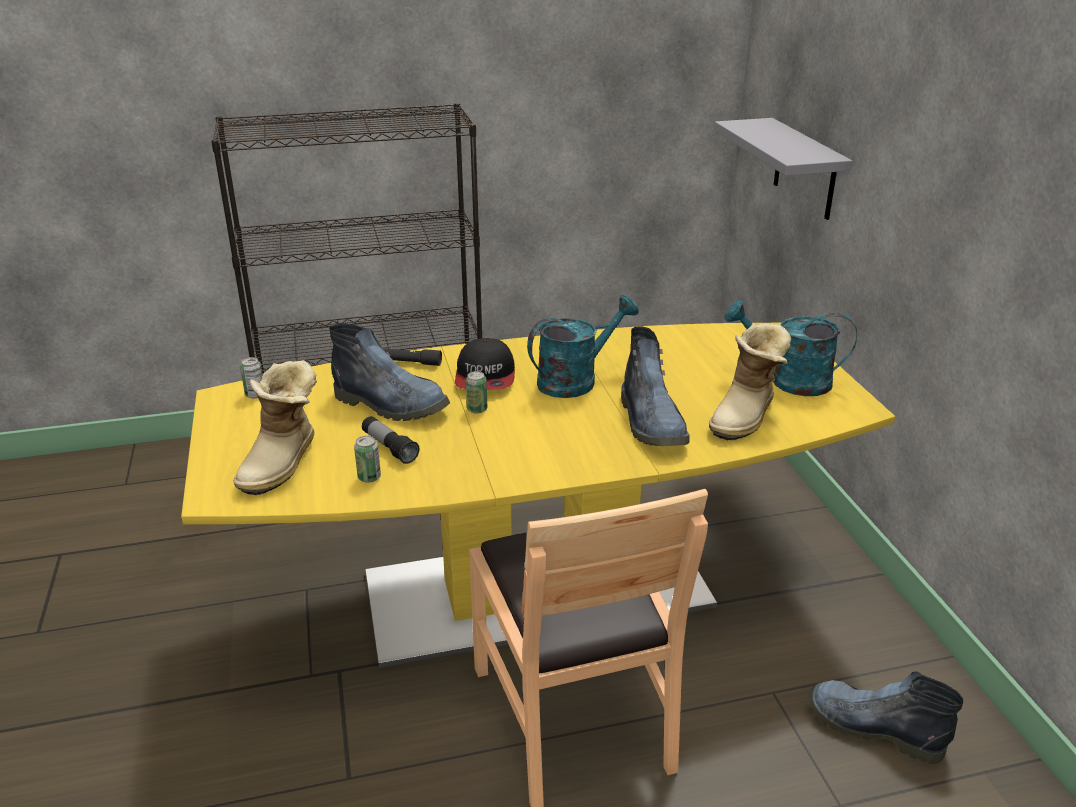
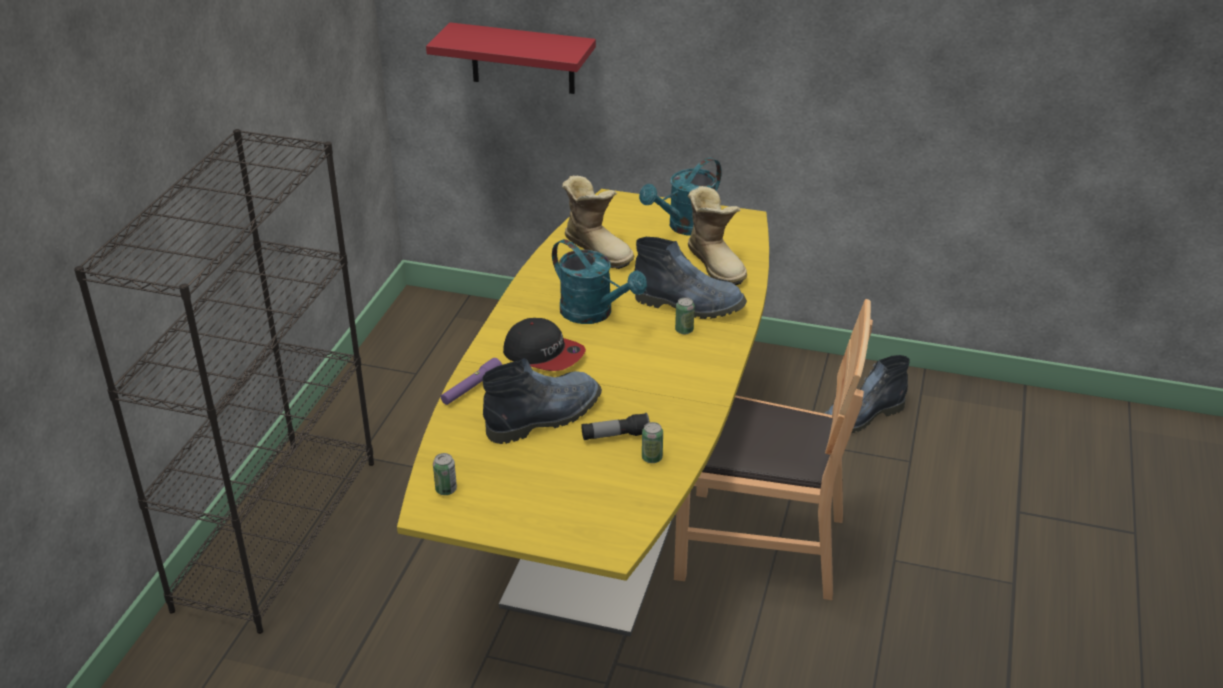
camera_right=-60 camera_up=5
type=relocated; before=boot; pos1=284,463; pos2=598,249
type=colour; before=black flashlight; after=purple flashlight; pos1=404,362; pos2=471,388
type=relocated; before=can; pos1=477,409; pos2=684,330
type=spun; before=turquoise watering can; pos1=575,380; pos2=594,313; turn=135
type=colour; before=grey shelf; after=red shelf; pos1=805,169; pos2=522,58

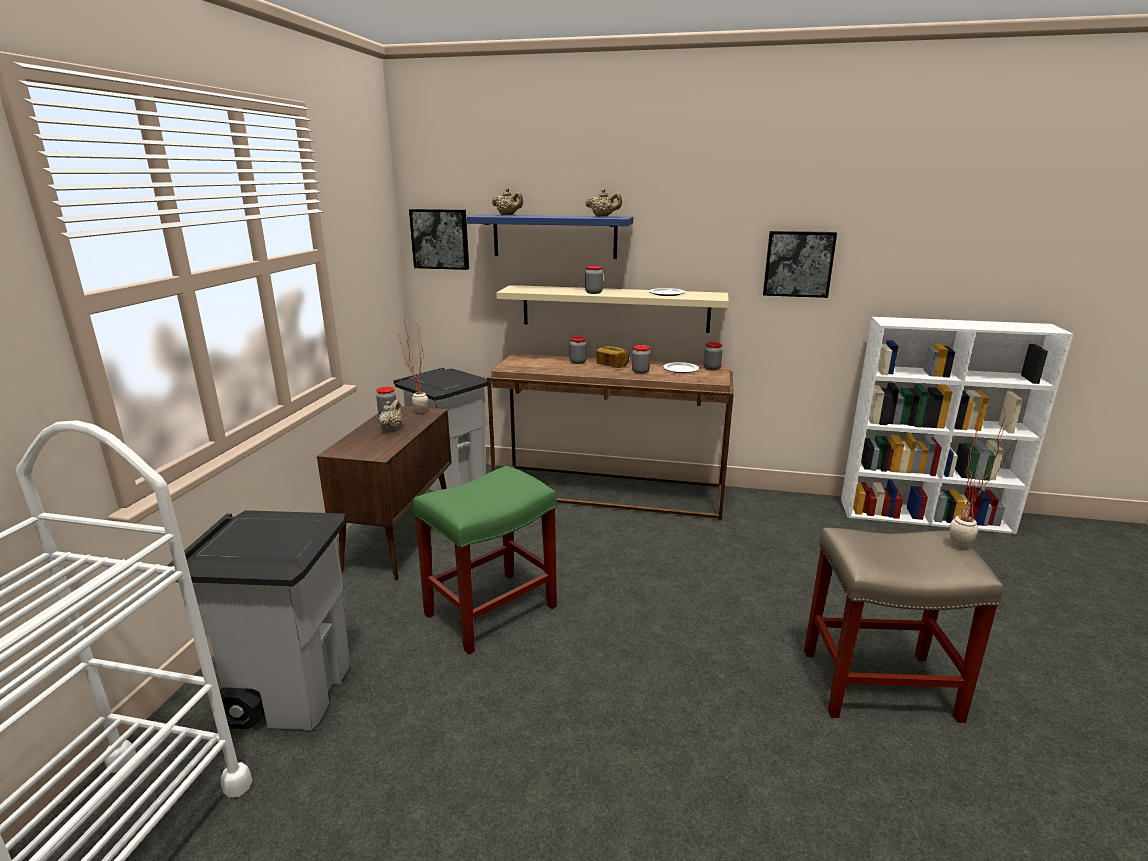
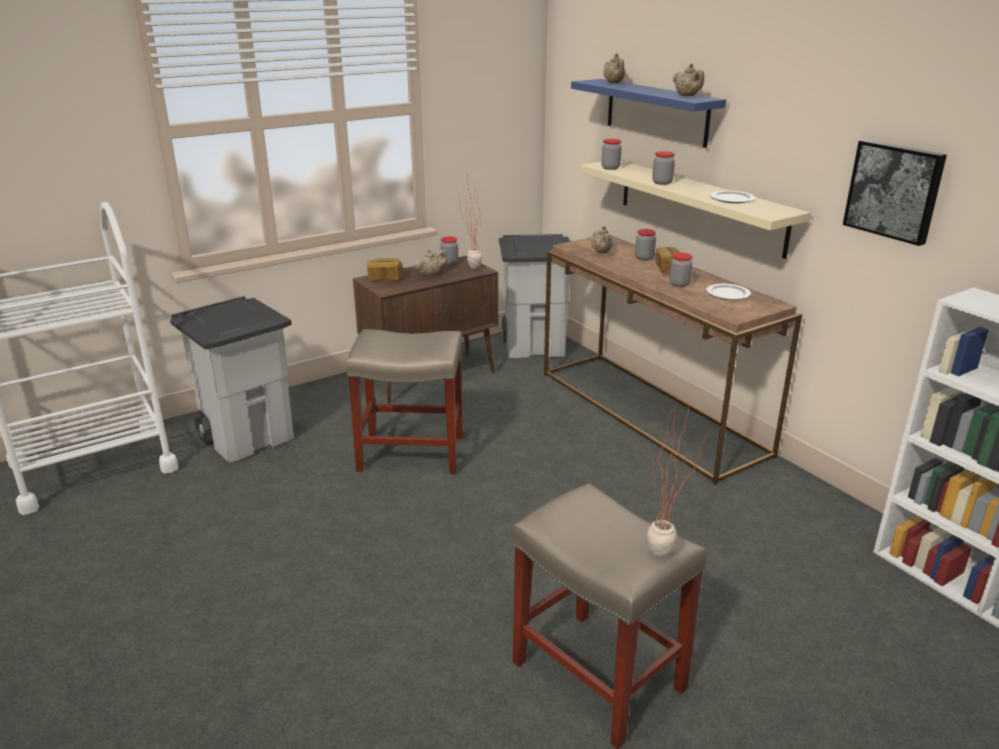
camera_right=45 camera_up=5
type=missing; before=picture; pos1=440,239
type=colour; before=green stool; after=beige stool; pos1=492,609; pos2=413,453
type=relocated; before=jar; pos1=712,368; pos2=610,168
type=appeared; after=bread; pos2=385,278
type=appeared; after=beige teapot; pos2=601,252

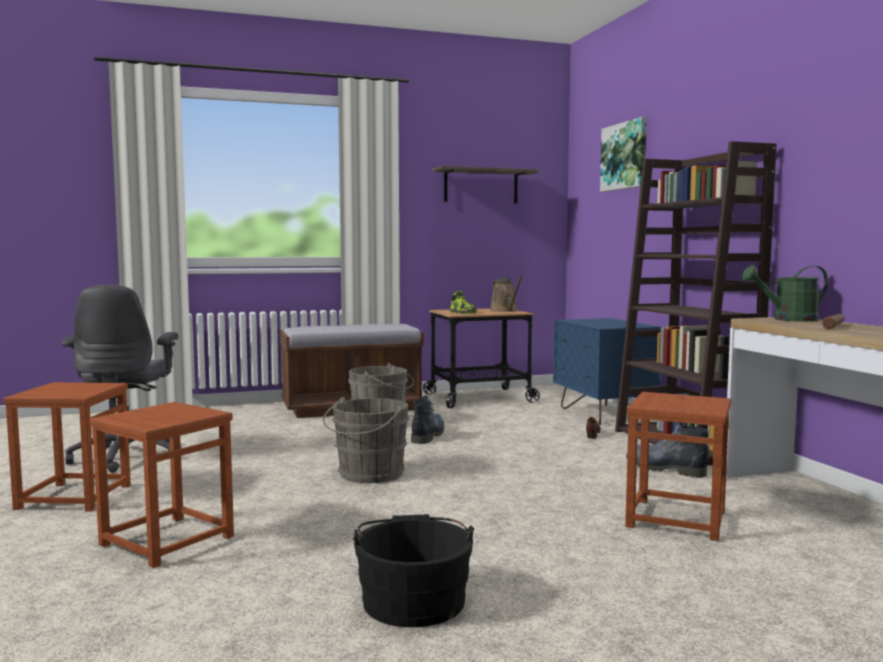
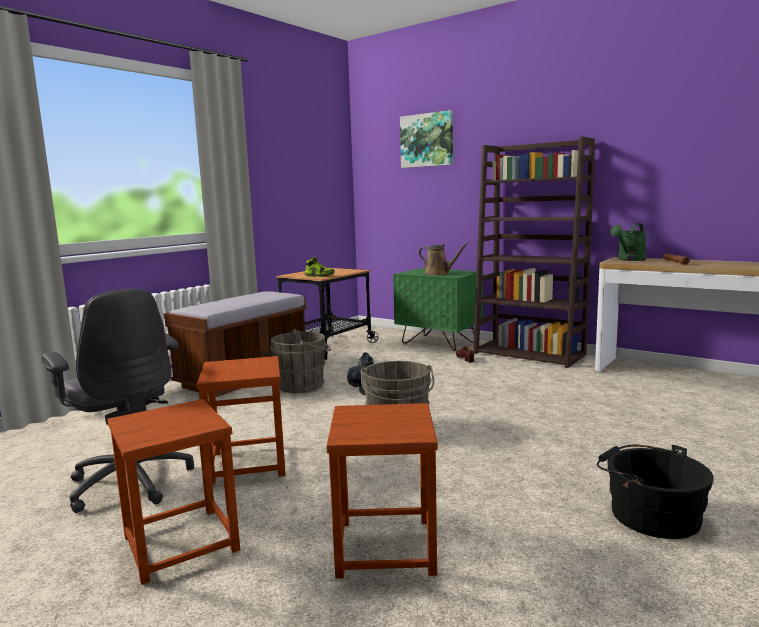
camera_right=-35 camera_up=5
type=missing; before=shelf; pos1=481,186
type=relocated; before=brown watering can; pos1=505,310; pos2=439,274
type=colour; before=blue nightstand; after=green nightstand; pos1=603,414; pos2=439,343
type=relocated; before=brown stool; pos1=676,518; pos2=248,463
type=missing; before=boot; pos1=664,469

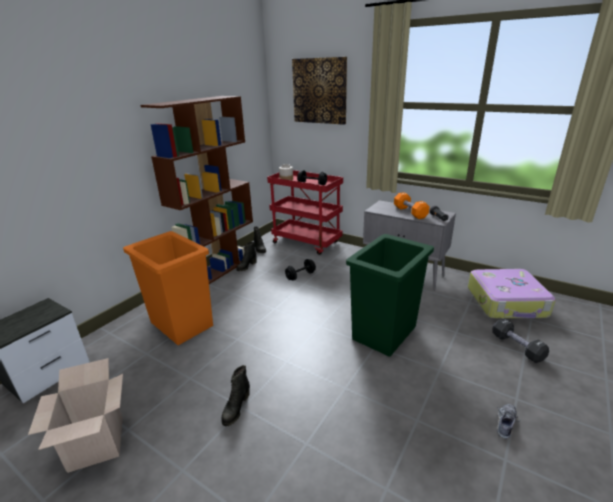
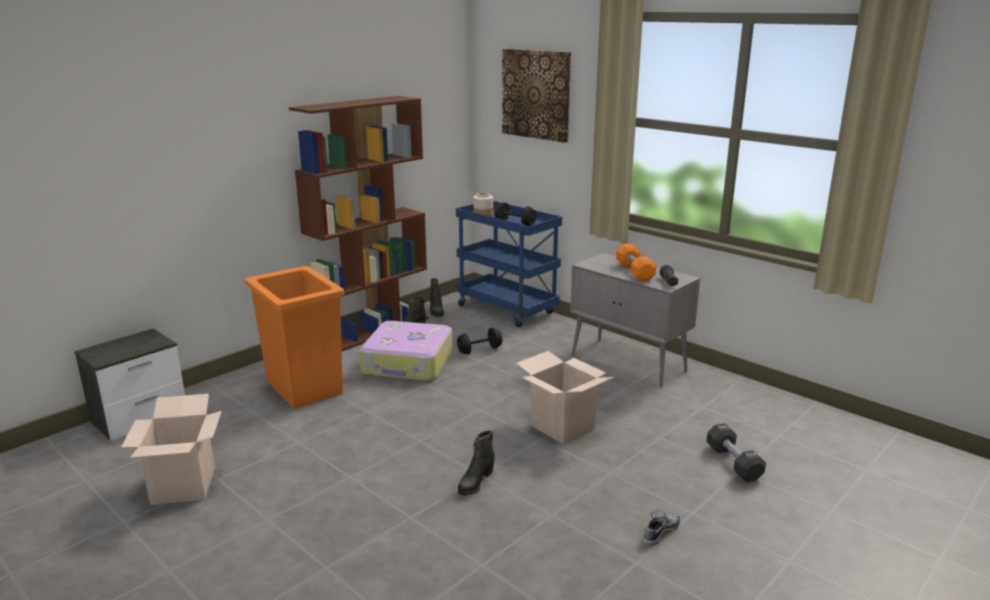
camera_right=10 camera_up=-5
type=relocated; before=black boot; pos1=236,409; pos2=475,483
type=colour; before=red cart; after=blue cart; pos1=307,243; pos2=508,310
type=exchanged; before=green trash can; after=cardboard box; pos1=385,333; pos2=562,427
type=relocated; before=suitcase; pos1=507,302; pos2=408,363

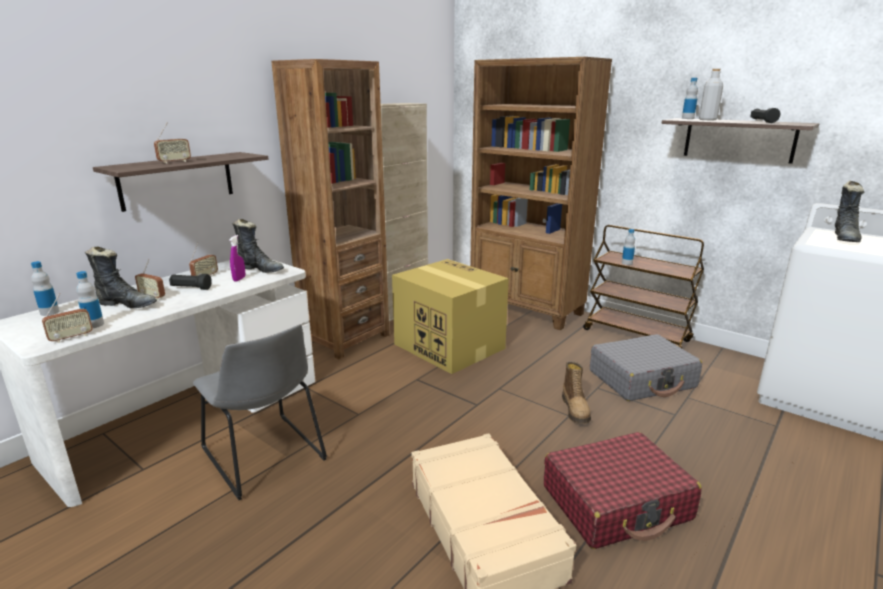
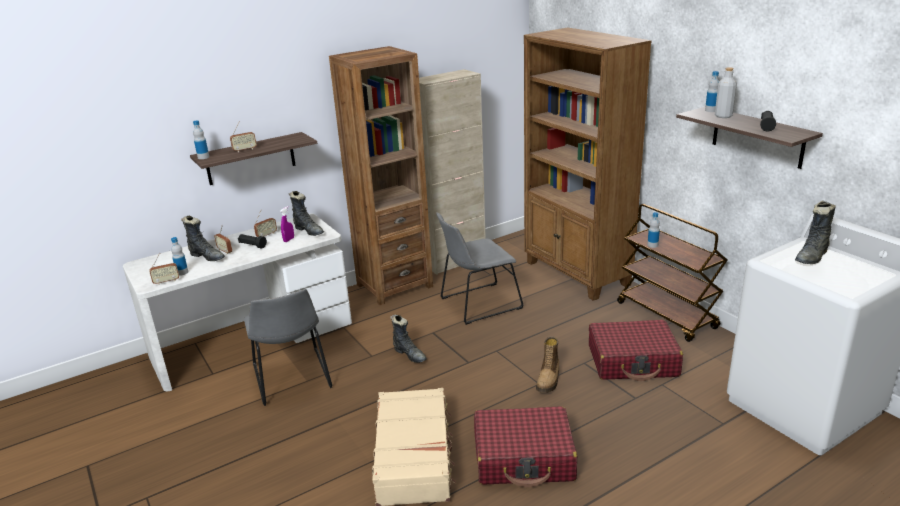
camera_right=20 camera_up=5
type=relocated; before=bottle; pos1=49,312; pos2=203,157
type=exchanged; before=cardboard box; after=grey chair; pos1=448,346; pos2=477,304
type=colour; before=grey suitcase; after=red suitcase; pos1=642,379; pos2=633,361
type=appeared; after=black boot; pos2=409,355

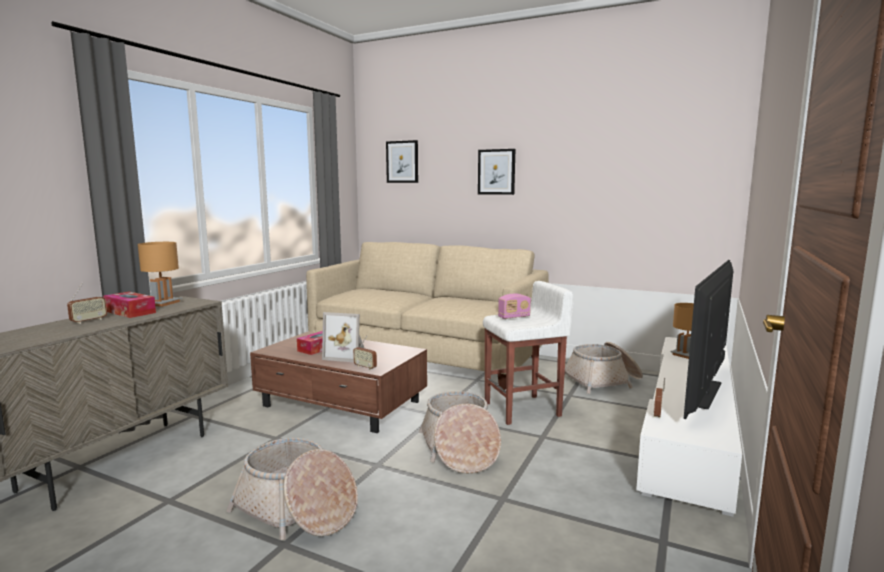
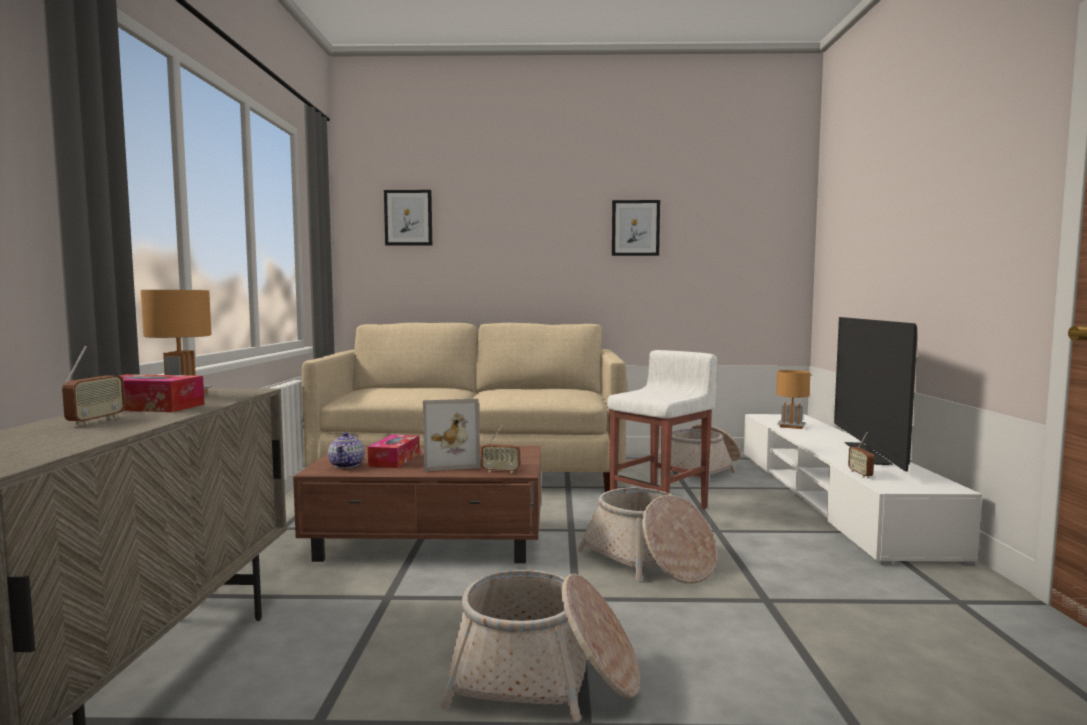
camera_right=-25 camera_up=-5
type=relocated; before=picture; pos1=496,172; pos2=635,228
type=missing; before=radio; pos1=514,317
type=appeared; after=teapot; pos2=347,465

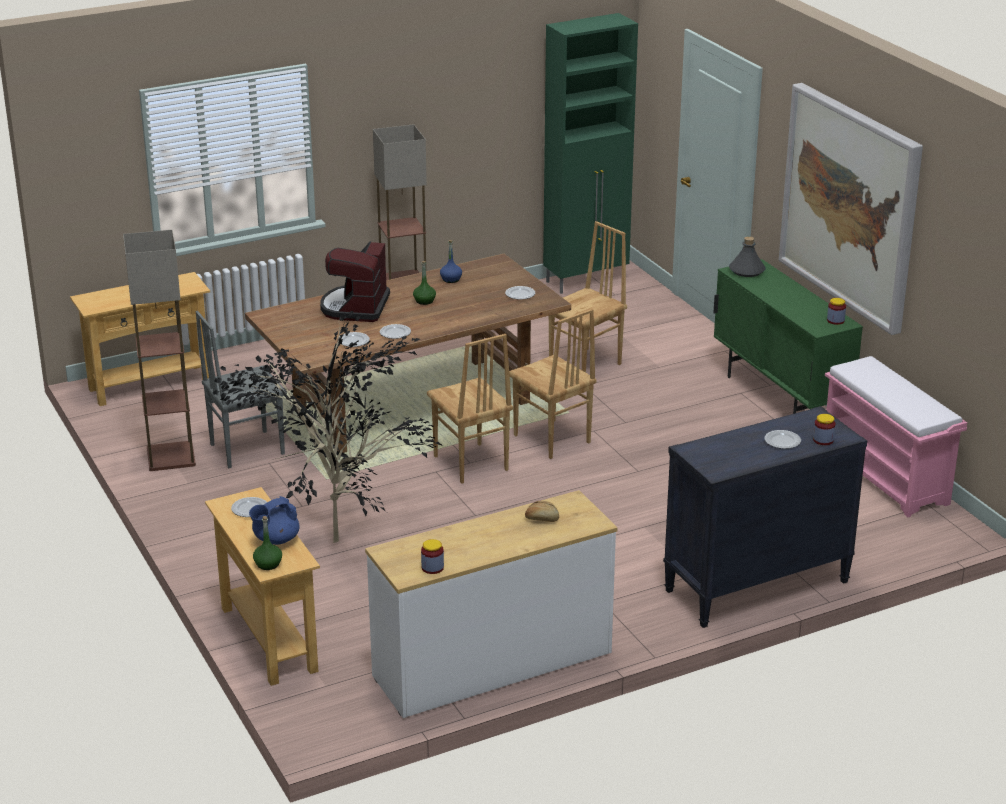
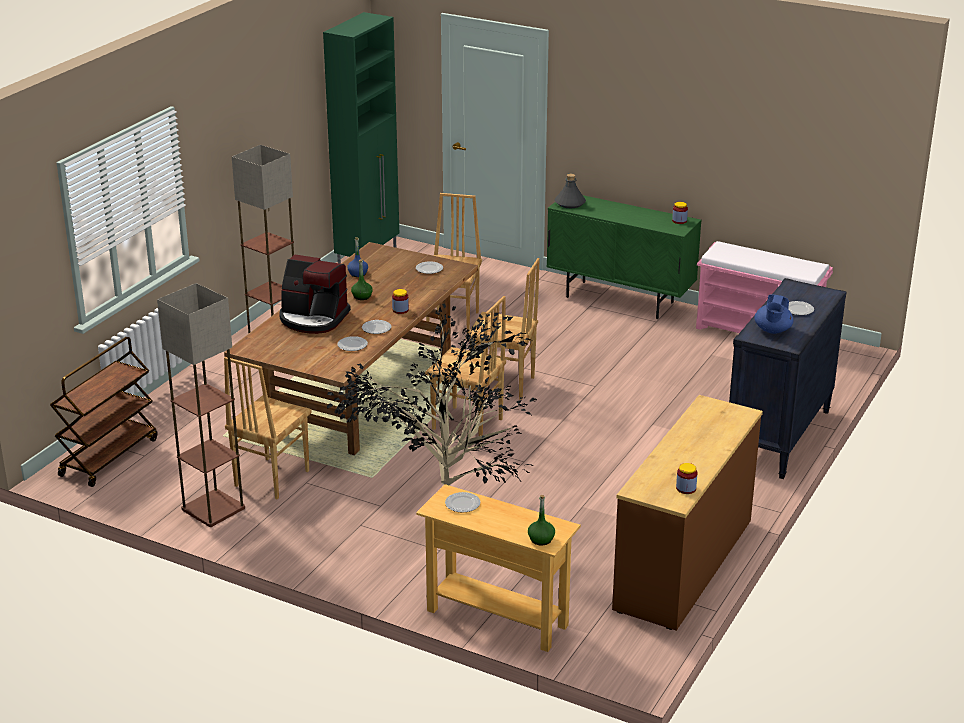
camera_right=-35 camera_up=0
type=exchanged; before=beige console table; after=brown cart; pos1=150,385; pos2=109,456
type=colour; before=grey chair; after=brown chair; pos1=246,449; pos2=270,478
type=relocated; before=blue teapot; pos1=275,540; pos2=772,330
type=spun; before=coffee machine; pos1=355,307; pos2=313,318; turn=-45
type=colour; before=white dresser; after=brown dresser; pos1=493,665; pos2=684,564
type=missing; before=bread; pos1=542,519
type=missing; before=picture; pos1=850,205
type=relocated; before=jar; pos1=823,440; pos2=400,310

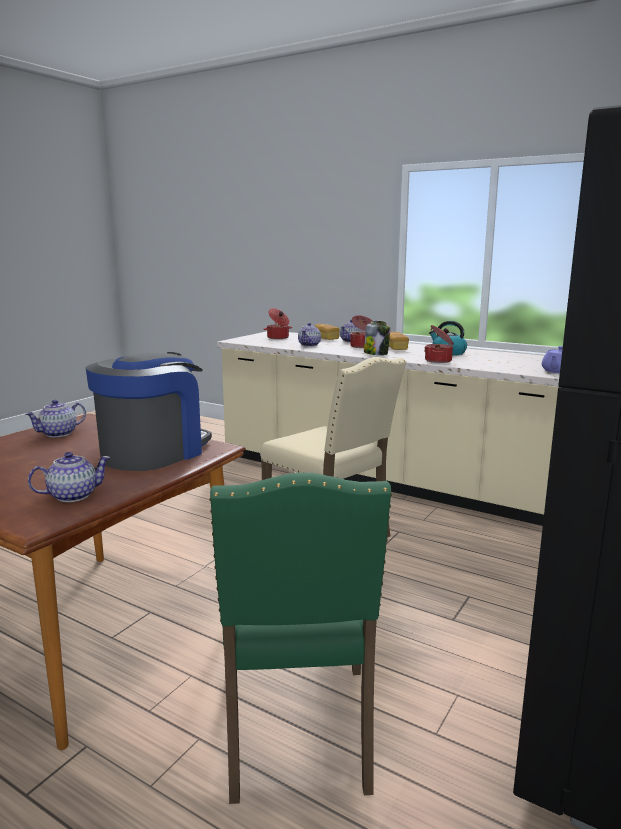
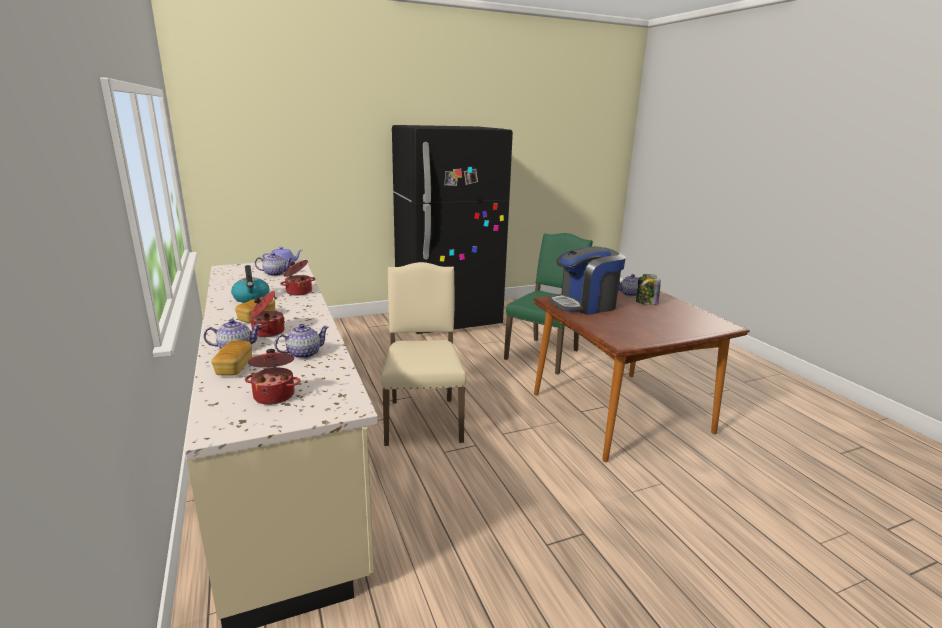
camera_right=-145 camera_up=5
type=relocated; before=teapot; pos1=59,433; pos2=275,274
type=relocated; before=jar; pos1=376,353; pos2=646,303

